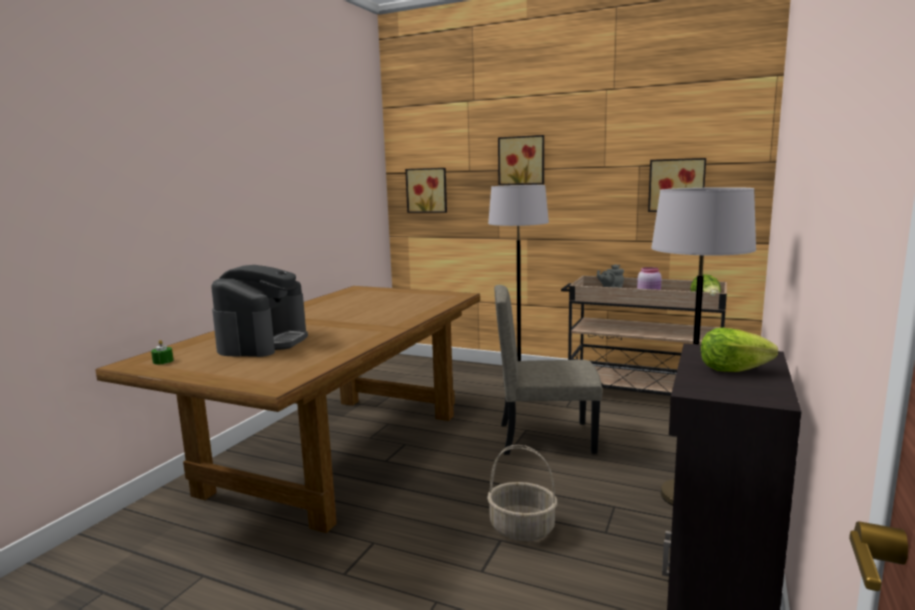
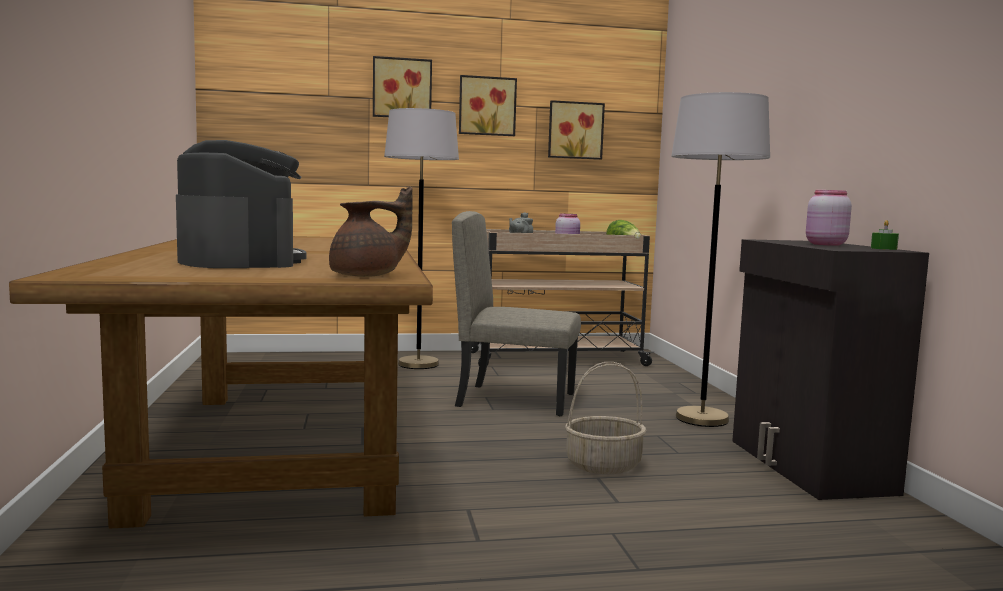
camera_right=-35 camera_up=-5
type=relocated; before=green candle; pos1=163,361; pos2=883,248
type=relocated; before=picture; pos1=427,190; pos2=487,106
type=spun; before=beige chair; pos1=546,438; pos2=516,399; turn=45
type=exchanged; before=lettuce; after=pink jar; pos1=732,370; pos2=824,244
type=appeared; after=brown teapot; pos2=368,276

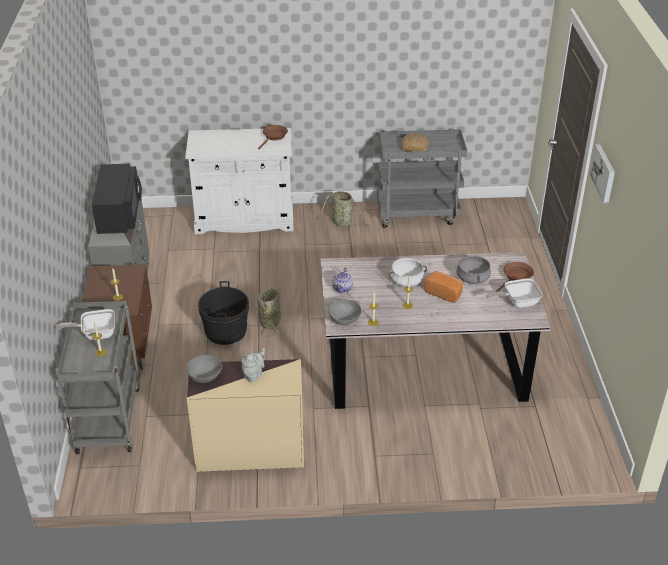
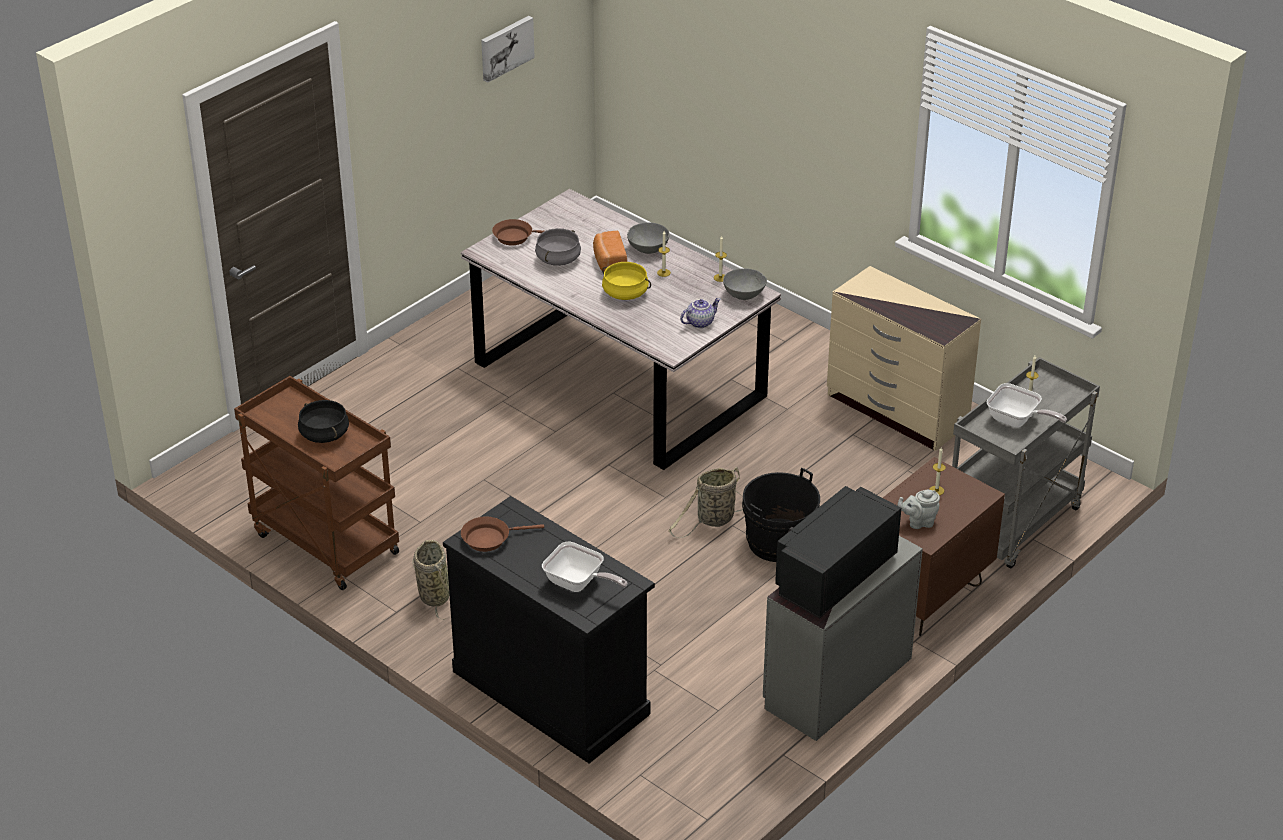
camera_right=-135 camera_up=0
type=colour; before=white cabinet; after=black cabinet; pos1=244,219; pos2=551,692
type=relocated; before=grey bowl; pos1=205,377; pos2=648,248
type=relocated; before=grey teapot; pos1=254,374; pos2=918,522
type=colour; before=grey cart; after=brown cart; pos1=418,214; pos2=323,543
type=colour; before=white cooking pot; after=yellow cooking pot; pos1=406,281; pos2=625,293
type=exchanged; before=bread; after=black cooking pot; pos1=415,147; pos2=324,434
type=relocated; before=frying pan; pos1=517,302; pos2=578,584
type=relocated; before=picture; pos1=604,173; pos2=505,47

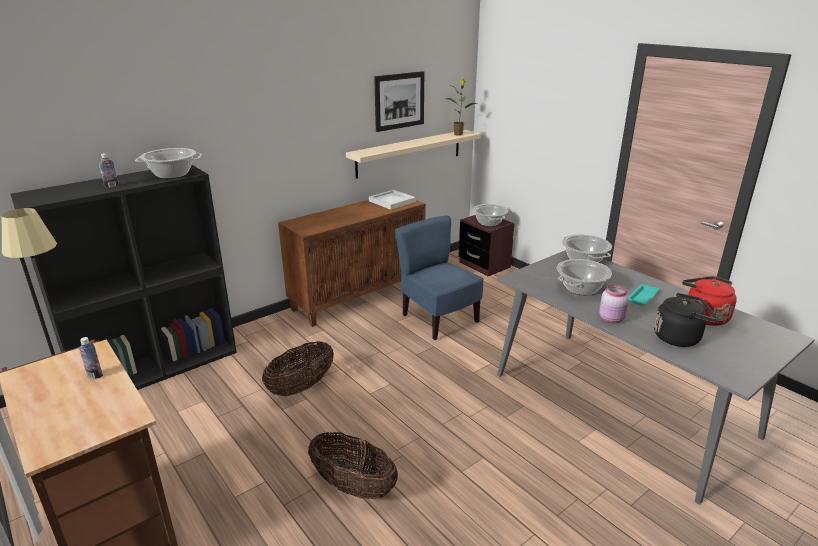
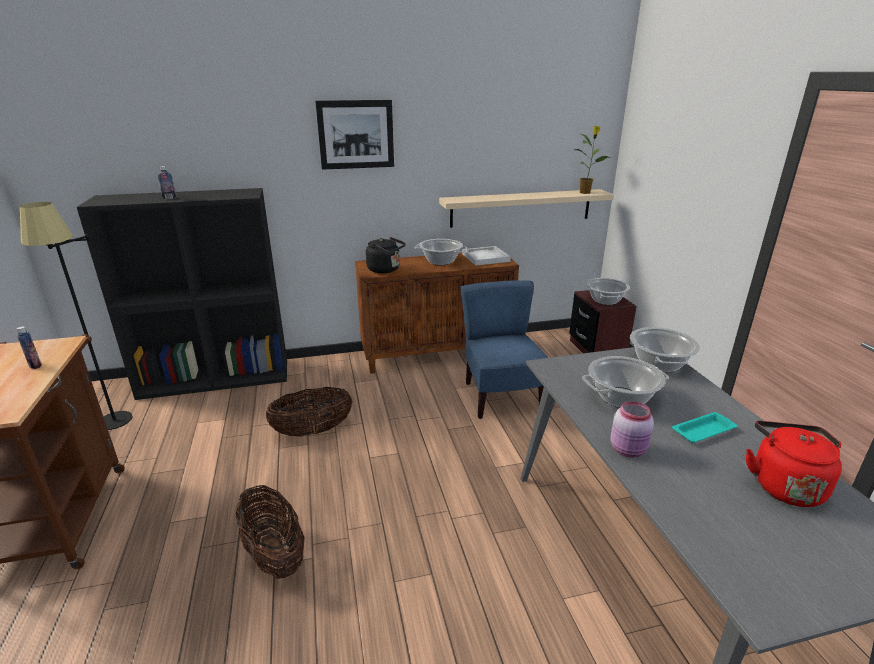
camera_right=25 camera_up=0
type=relocated; before=cooking pot; pos1=172,174; pos2=440,261
type=relocated; before=picture; pos1=399,101; pos2=356,134
type=relocated; before=black kettle; pos1=679,338; pos2=385,270

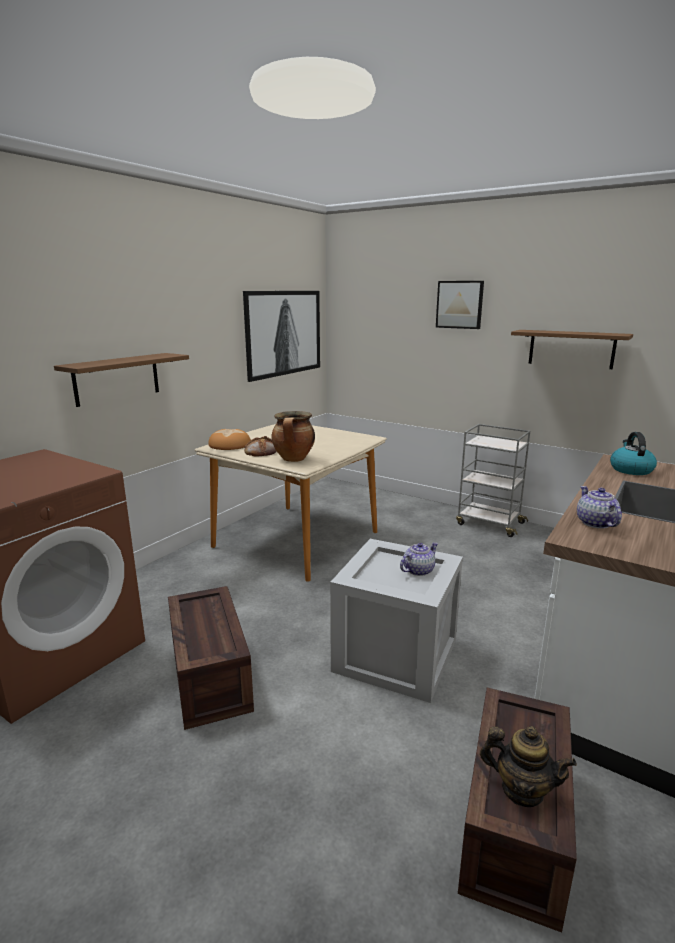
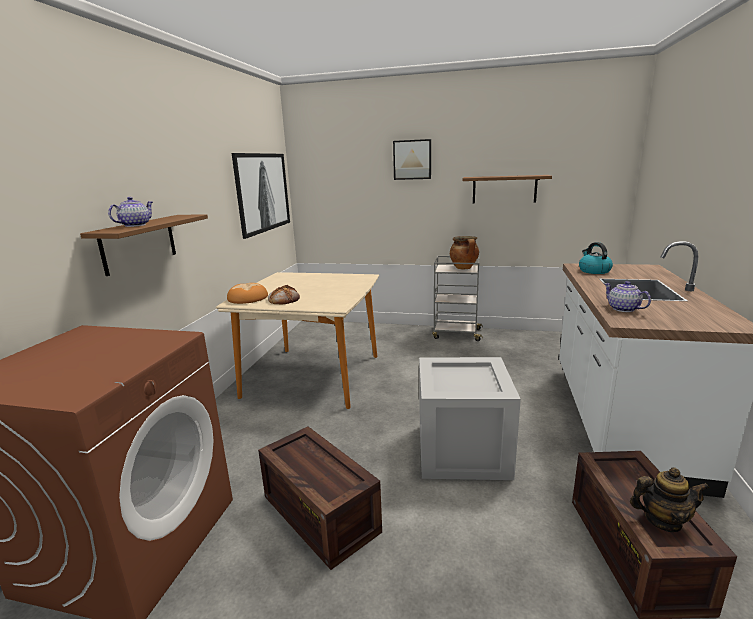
camera_right=-20 camera_up=0
type=relocated; before=cooking pot; pos1=294,459; pos2=464,268
type=relocated; before=teapot; pos1=418,570; pos2=135,225

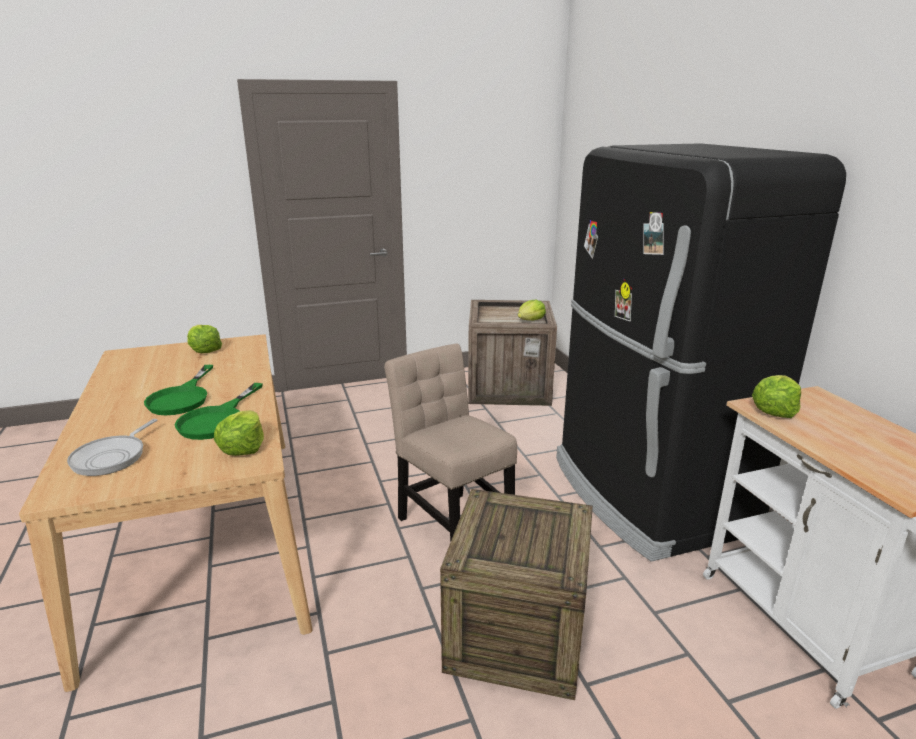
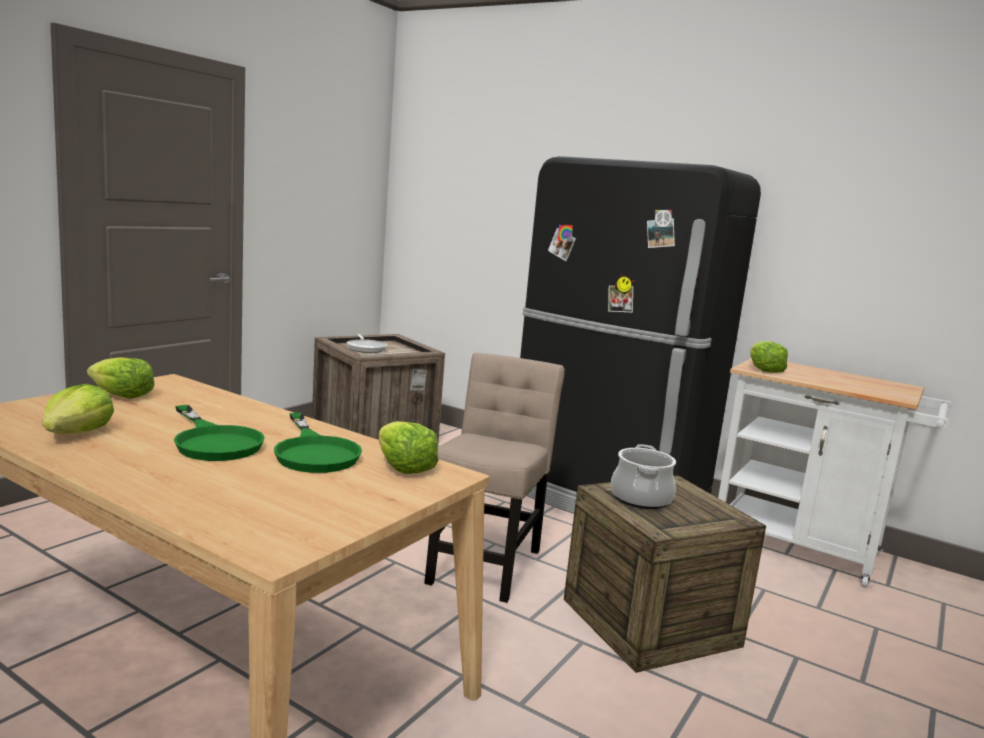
camera_right=-40 camera_up=-10
type=relocated; before=frying pan; pos1=112,457; pos2=366,348
type=spun; before=beige chair; pos1=452,526; pos2=485,562; turn=90
type=relocated; before=lettuce; pos1=531,320; pos2=78,433
type=appeared; after=cooking pot; pos2=641,498

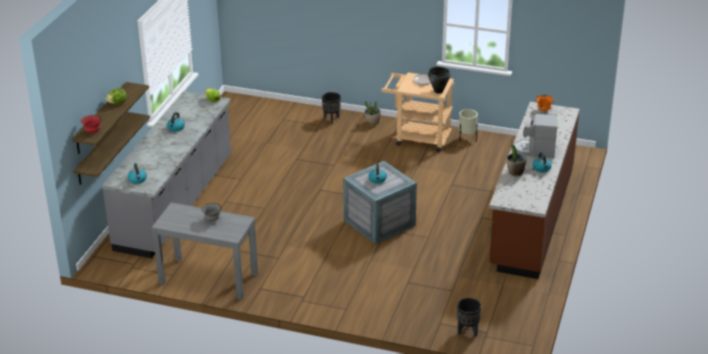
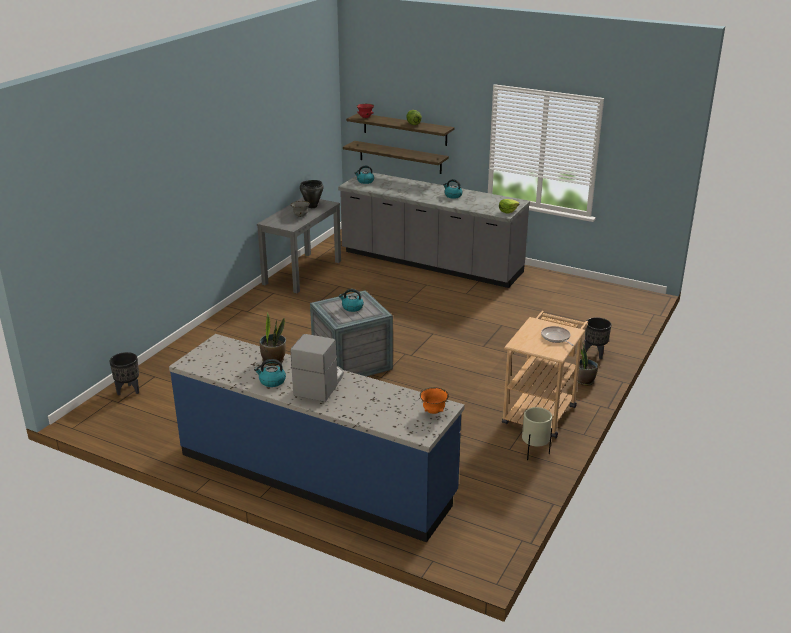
camera_right=100 camera_up=-5
type=relocated; before=black cooking pot; pos1=438,91; pos2=312,206
type=colour; before=brown counter; after=blue counter; pos1=531,217; pos2=316,475

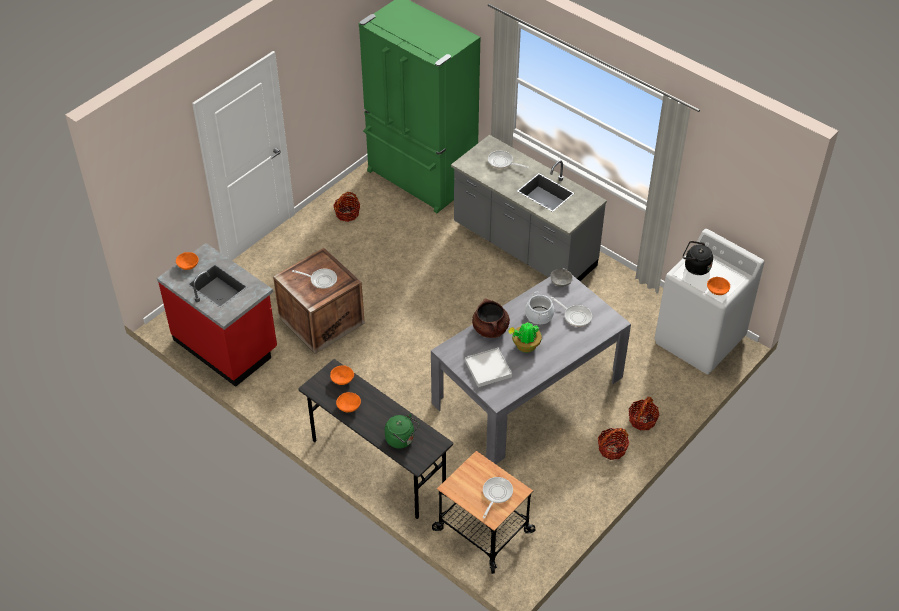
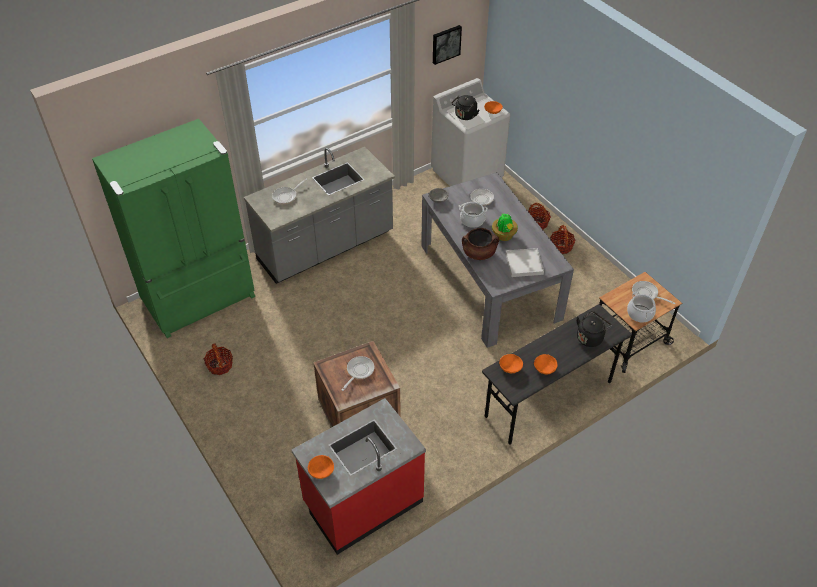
camera_right=-75 camera_up=0
type=colour; before=green kettle; after=black kettle; pos1=401,439; pos2=590,337
type=appeared; after=picture; pos2=445,44
type=appeared; after=cooking pot; pos2=640,314

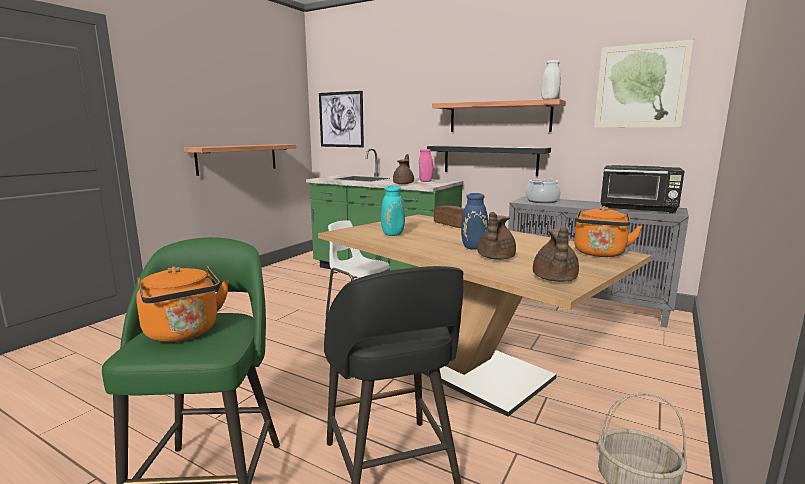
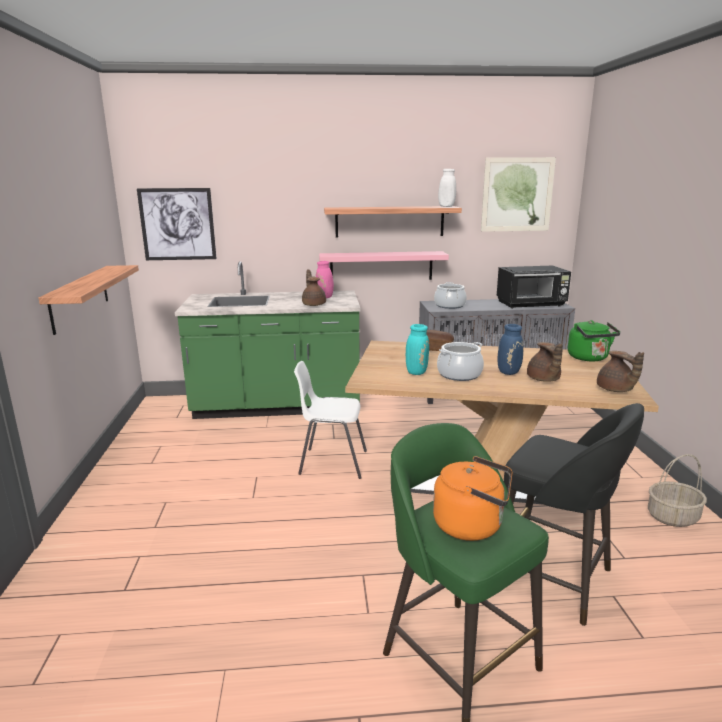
camera_right=-35 camera_up=5
type=colour; before=black shelf; after=pink shelf; pos1=489,160; pos2=381,266
type=colour; before=orange kettle; after=green kettle; pos1=599,254; pos2=589,358
type=appeared; after=cooking pot; pos2=459,374

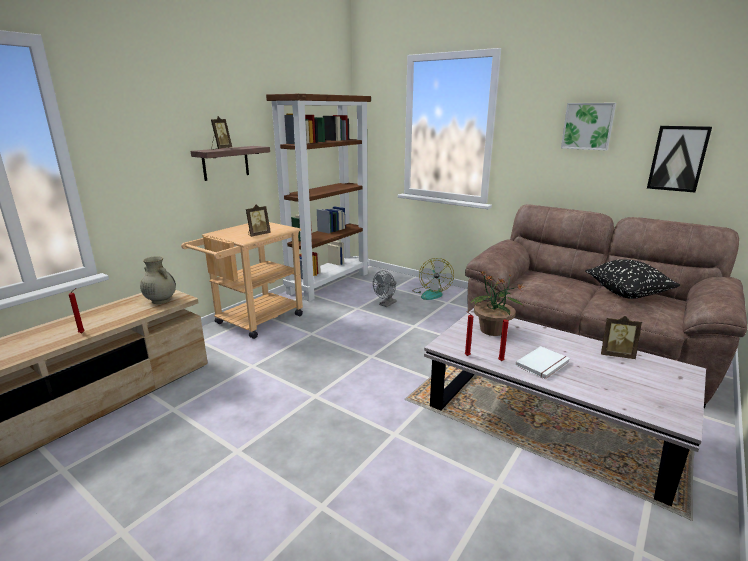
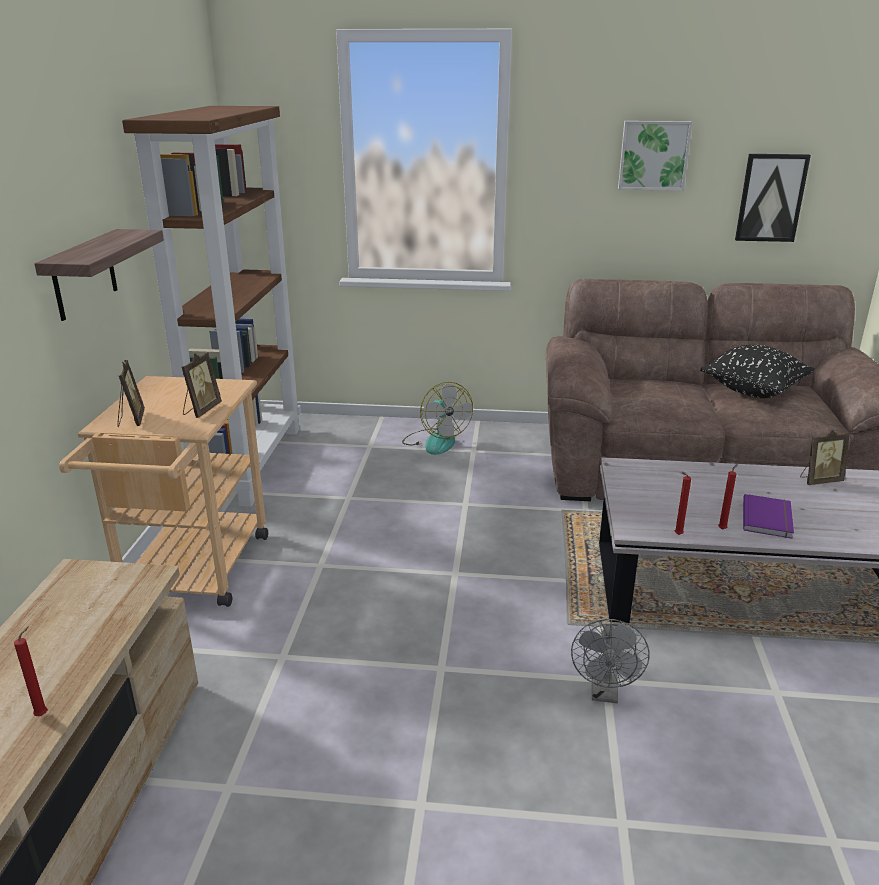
camera_right=-30 camera_up=5
type=missing; before=beige vase; pos1=160,300
type=relocated; before=picture frame; pos1=221,149; pos2=131,420
type=relocated; before=grey fan; pos1=386,304; pos2=605,693
type=missing; before=potted plant; pos1=492,330
type=colour; before=white book; after=purple book; pos1=544,364; pos2=769,518

